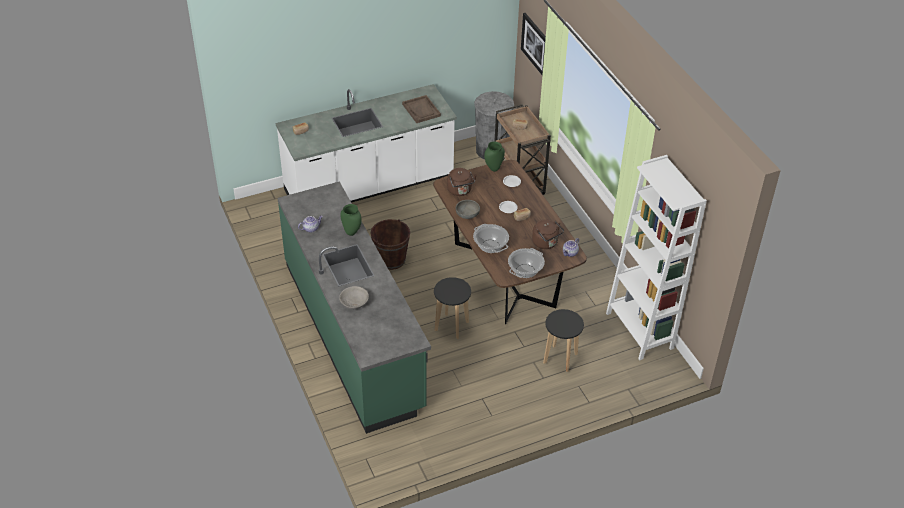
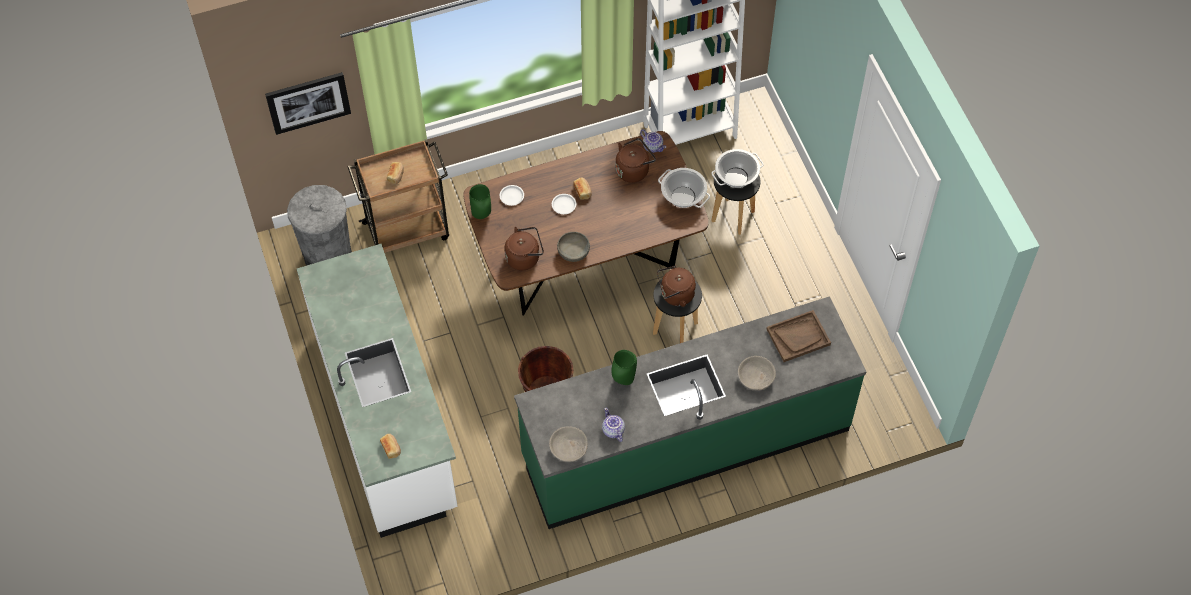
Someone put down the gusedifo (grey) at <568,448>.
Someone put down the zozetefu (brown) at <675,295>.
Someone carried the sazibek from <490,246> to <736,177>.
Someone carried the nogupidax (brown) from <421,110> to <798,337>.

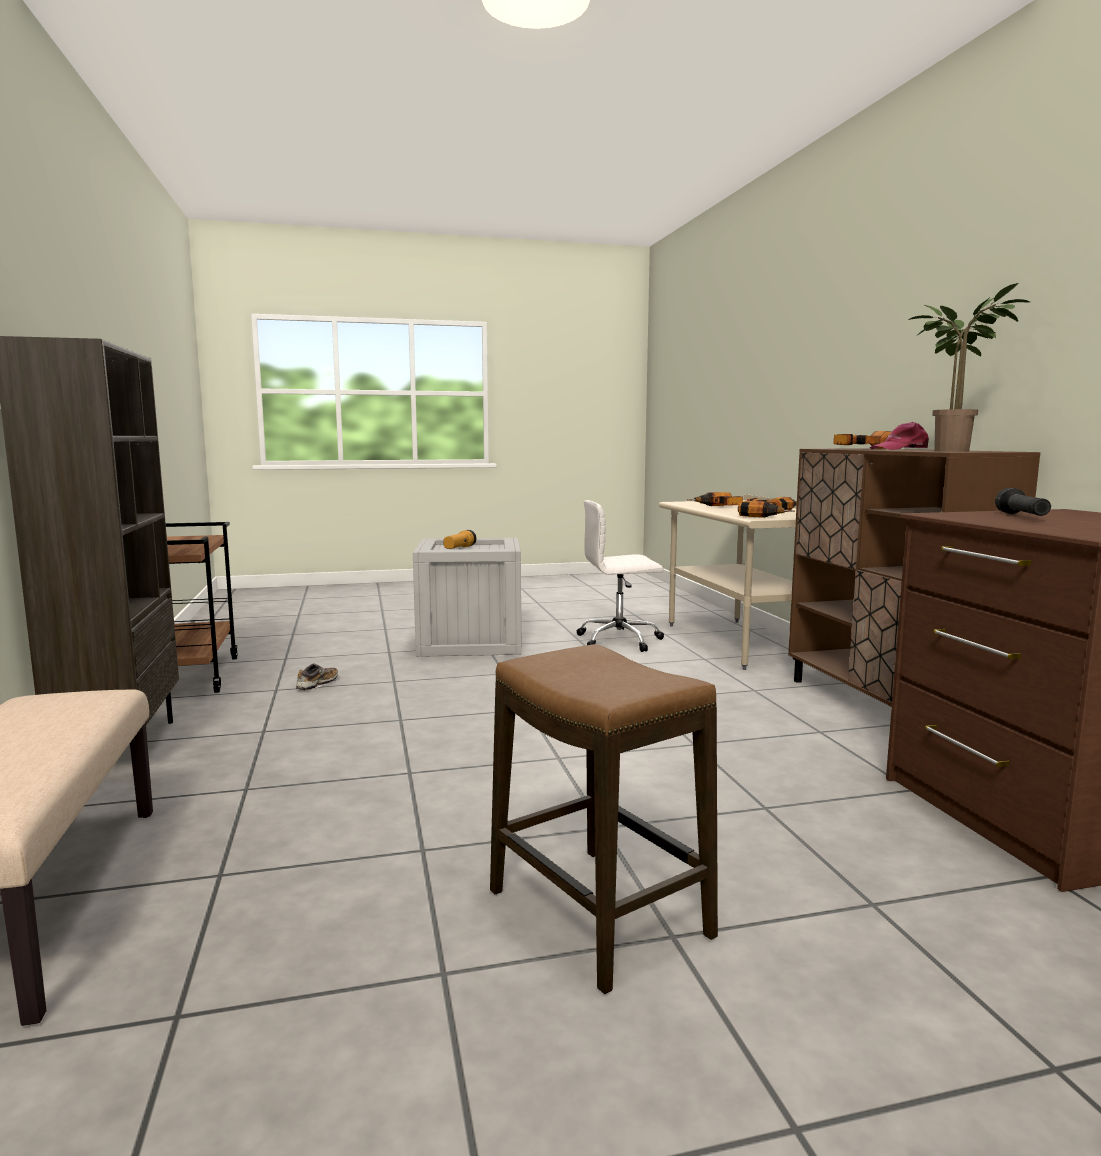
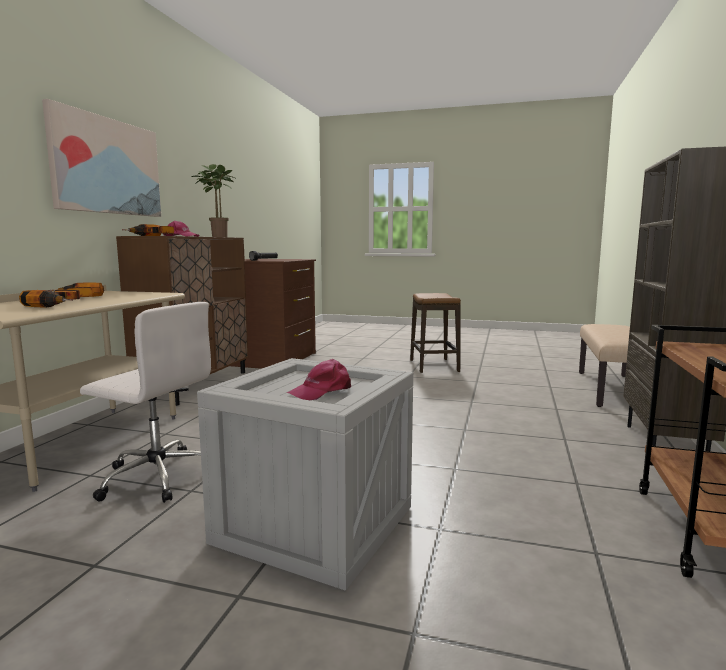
Someone put up the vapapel at <107,166>.
Someone swapped the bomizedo at <459,548> for the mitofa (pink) at <322,391>.
Someone took away the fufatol at <317,685>.
Someone took away the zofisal at <765,515>.

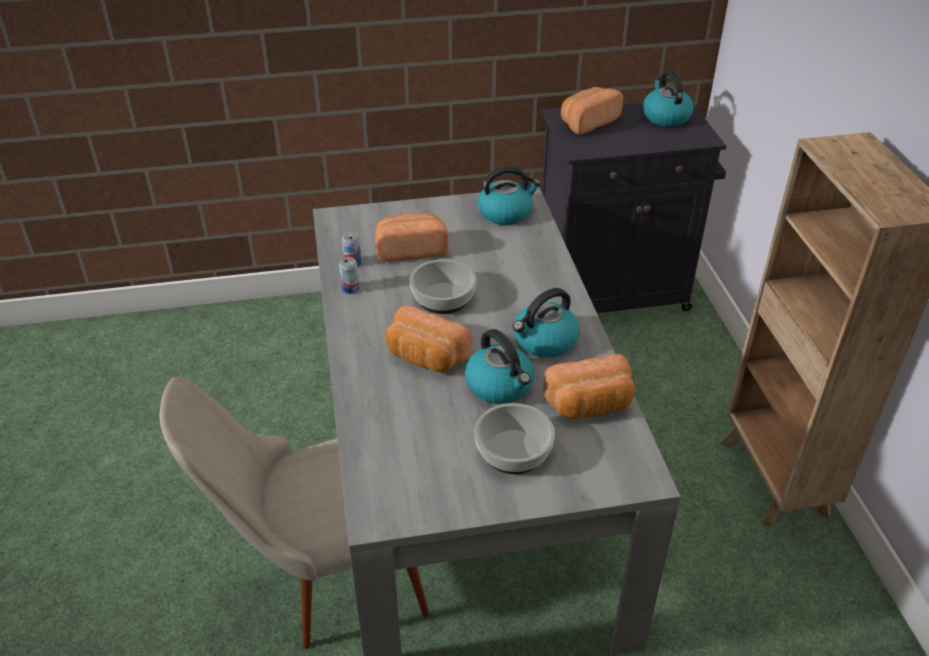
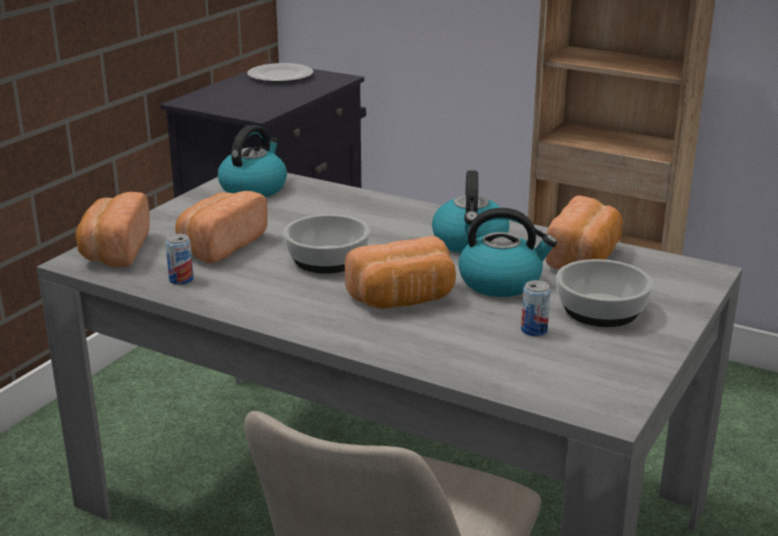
Someone carried the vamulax from <587,122> to <114,251>.
Someone swapped the zozetefu at <665,117> for the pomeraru at <280,76>.
Someone carried the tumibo from <350,289> to <534,330>.

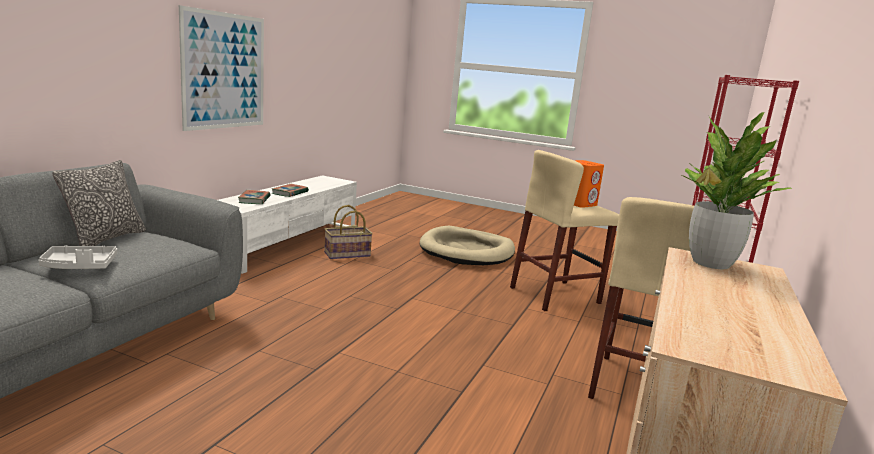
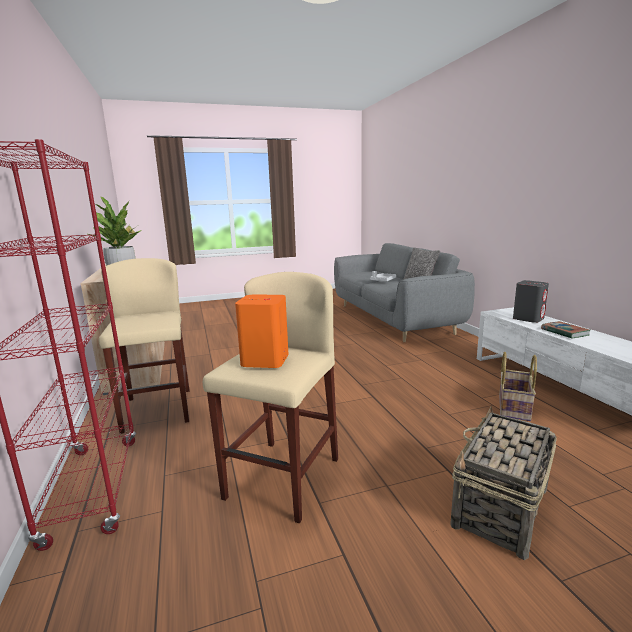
Someone swapped the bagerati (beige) at <467,251> for the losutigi at <500,508>.
Someone swapped the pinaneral at <254,200> for the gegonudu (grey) at <528,318>.
Someone took away the vapapel at <224,71>.

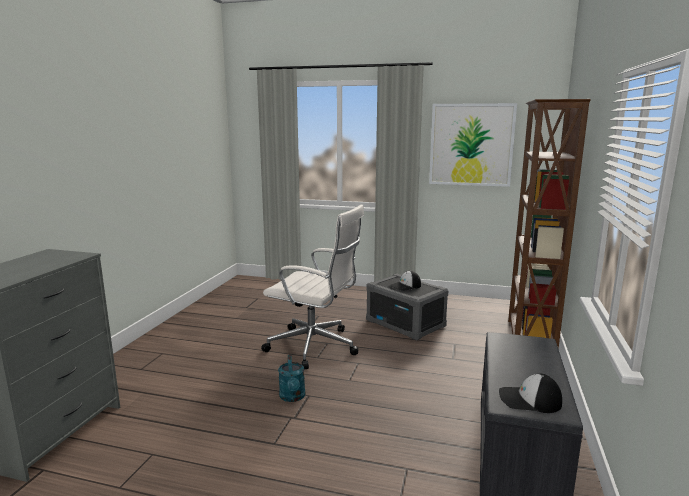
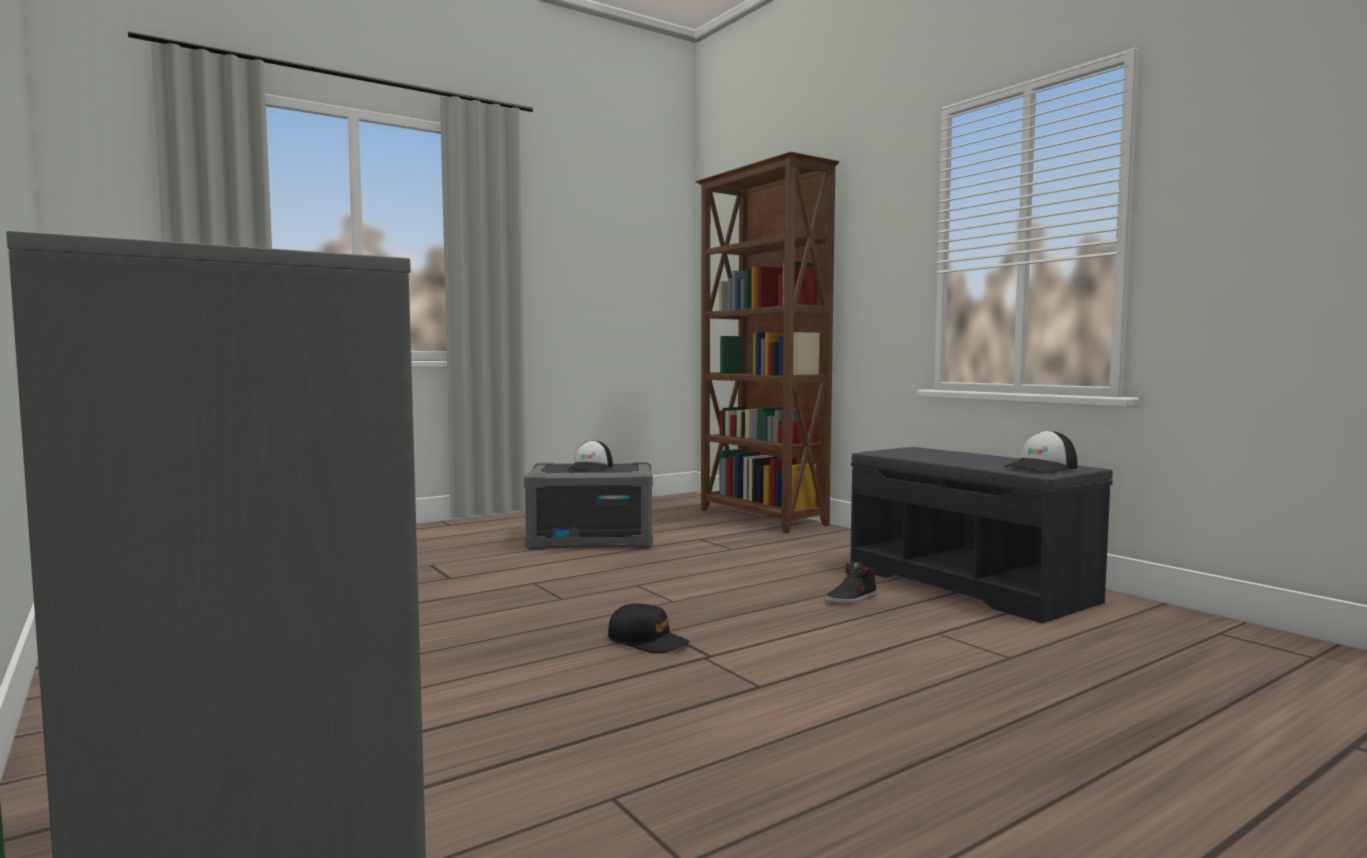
Someone swapped the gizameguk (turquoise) at <293,397> for the mitofa (black) at <647,641>.
Someone put down the fufatol (black) at <851,599>.
Someone took away the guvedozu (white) at <315,347>.
Someone took away the vapapel at <471,145>.

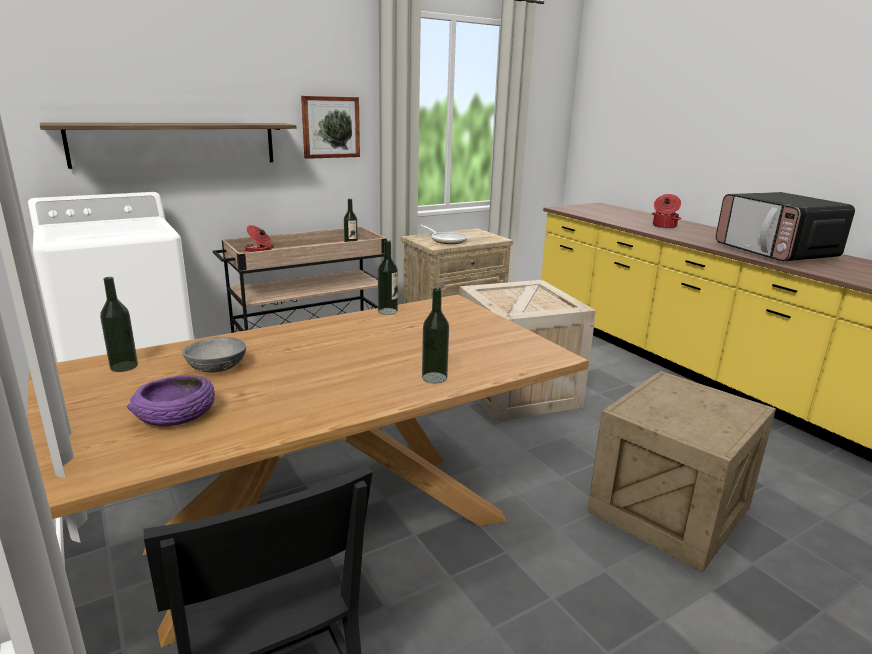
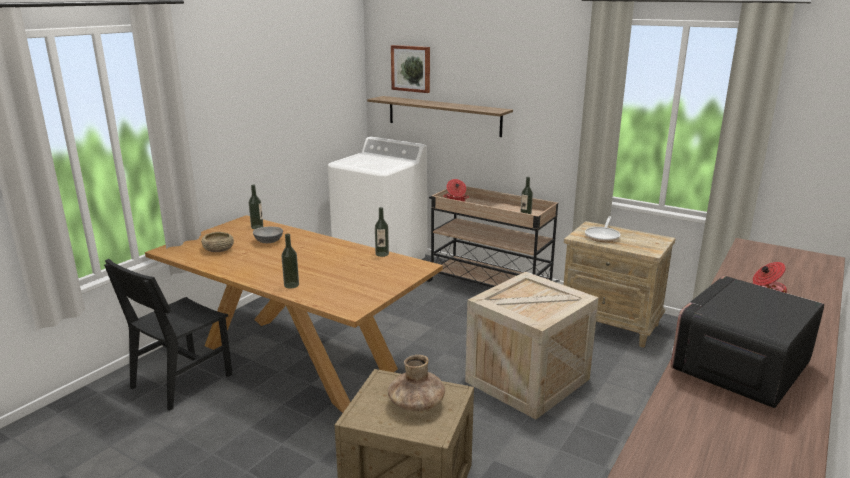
Someone repainted the gusedifo (purple) at <176,416>, which became the gusedifo (beige) at <218,249>.
Someone put down the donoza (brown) at <416,404>.
Someone carried the vapapel from <330,127> to <411,68>.

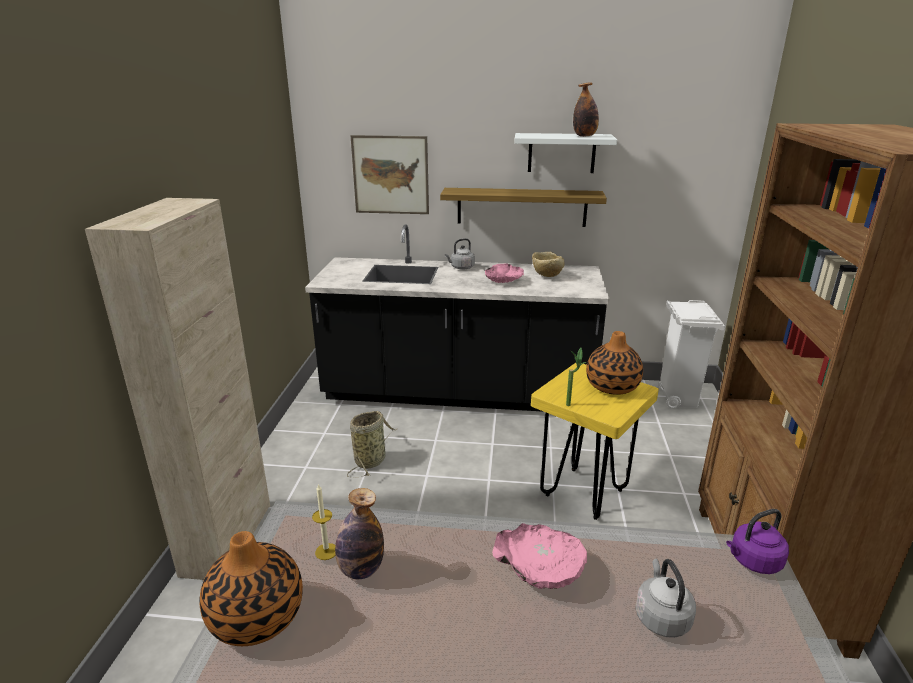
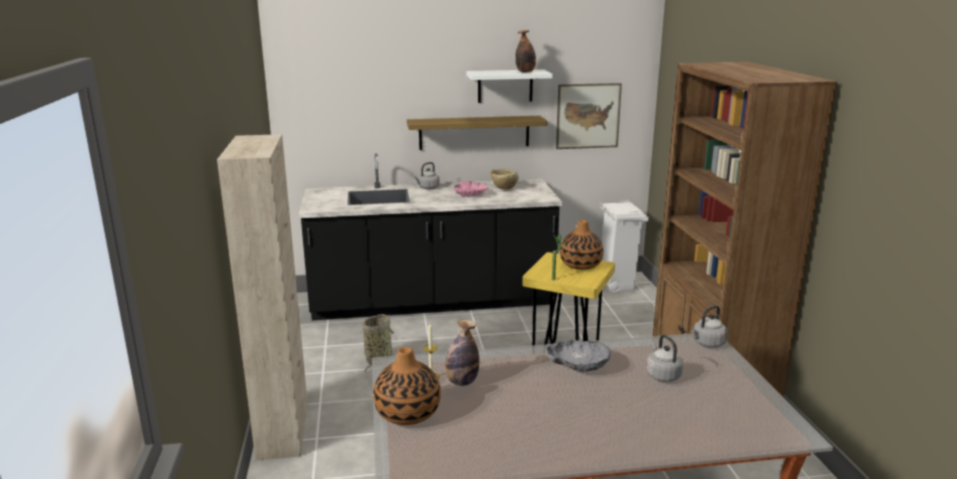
Someone repainted the gusedifo (pink) at <540,567>, which became the gusedifo (grey) at <579,364>.
Someone carried the vapapel from <390,175> to <588,116>.
Someone repainted the zozetefu (purple) at <753,561>, which became the zozetefu (grey) at <707,343>.

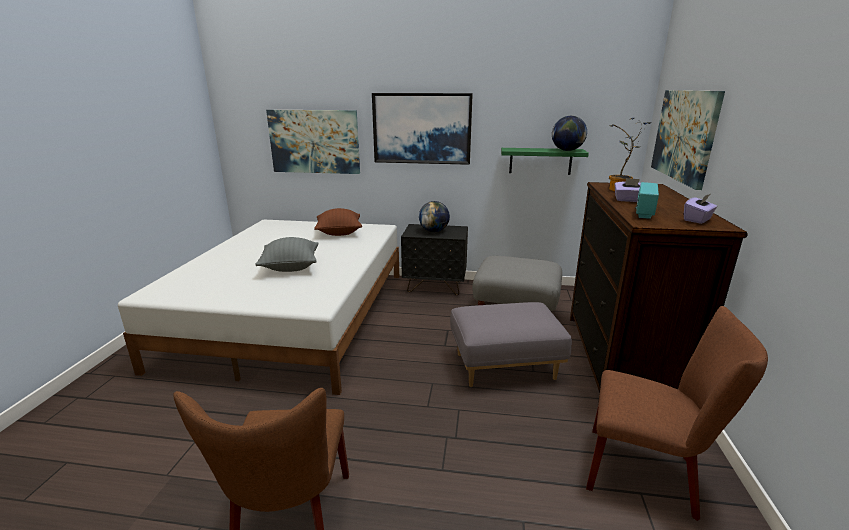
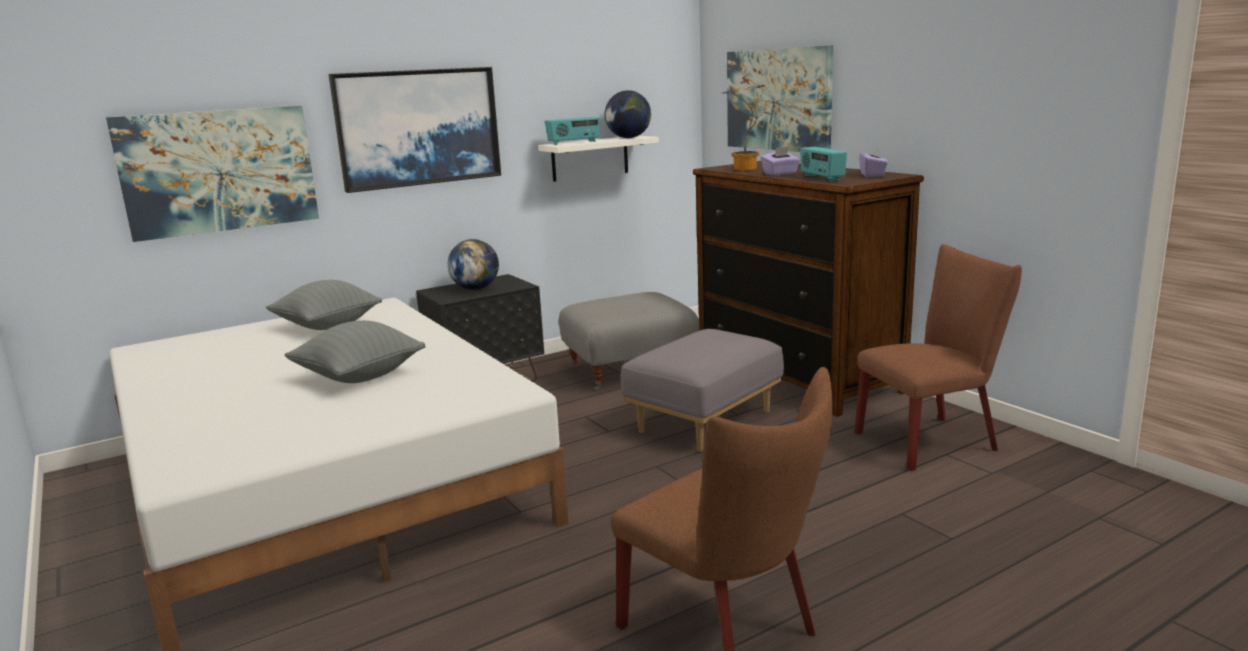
Someone repainted the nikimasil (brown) at <339,233>, which became the nikimasil (grey) at <327,326>.
Someone repainted the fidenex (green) at <540,161>, which became the fidenex (white) at <590,158>.
Someone put down the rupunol at <574,143>.

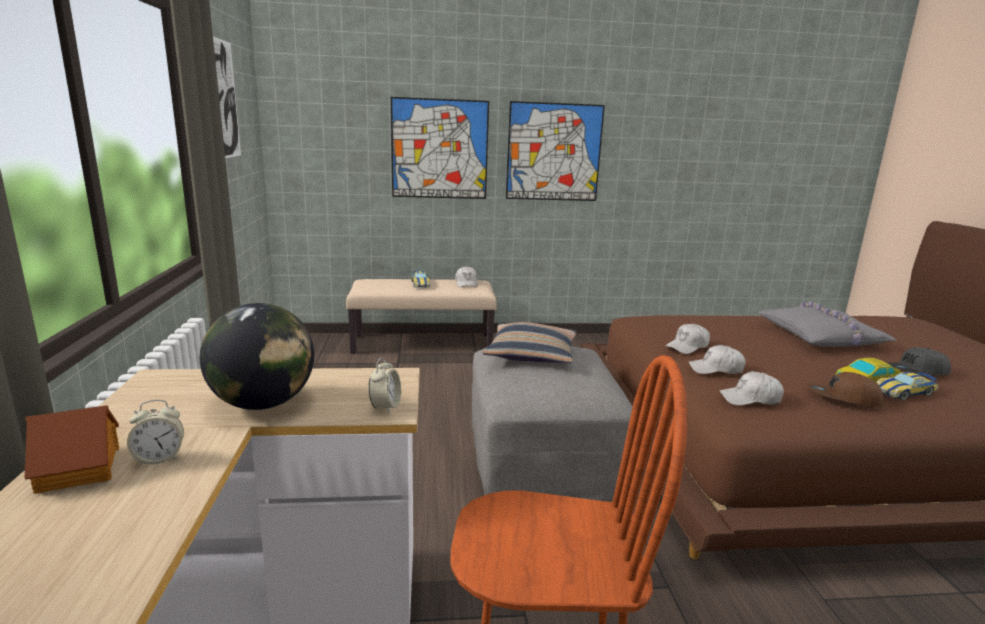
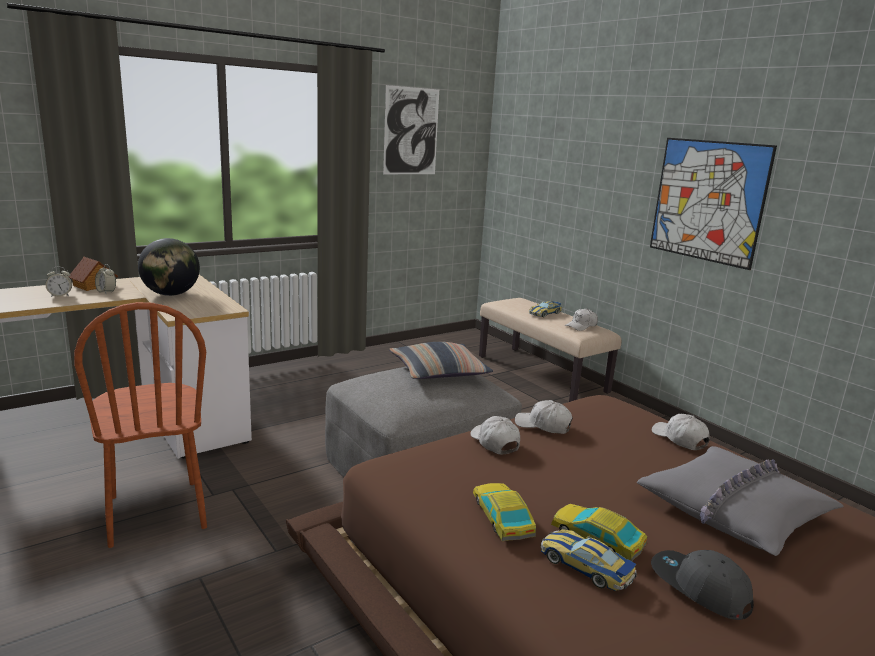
Someone carried the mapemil from <385,407> to <60,295>.
Someone swapped the mitofa (brown) at <843,399> for the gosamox at <502,517>.
Someone carried the mitofa (white) from <750,399> to <679,439>.
Someone took away the vapapel at <439,149>.

